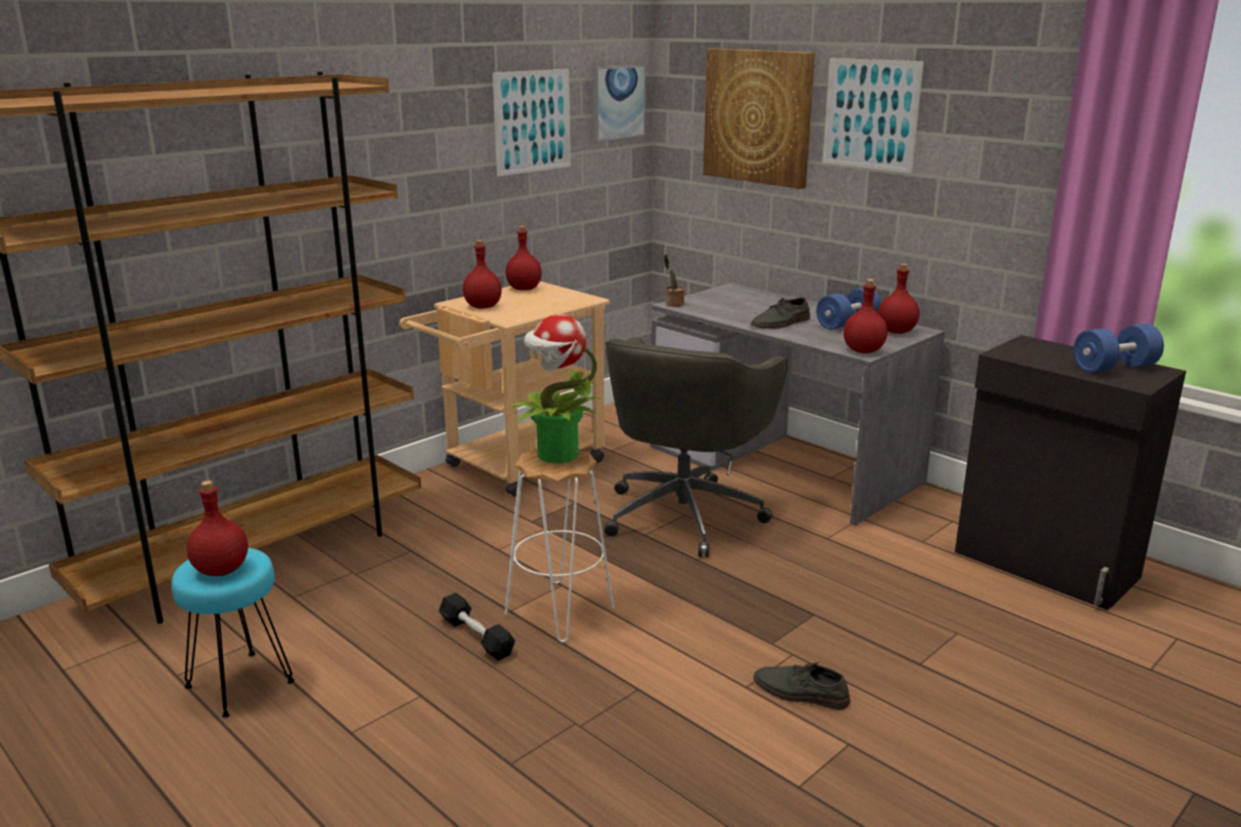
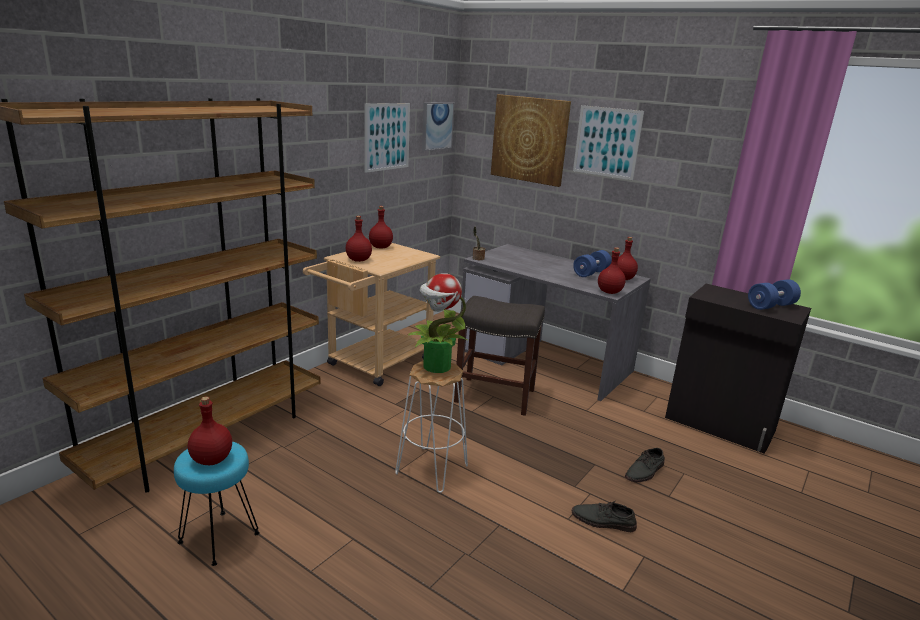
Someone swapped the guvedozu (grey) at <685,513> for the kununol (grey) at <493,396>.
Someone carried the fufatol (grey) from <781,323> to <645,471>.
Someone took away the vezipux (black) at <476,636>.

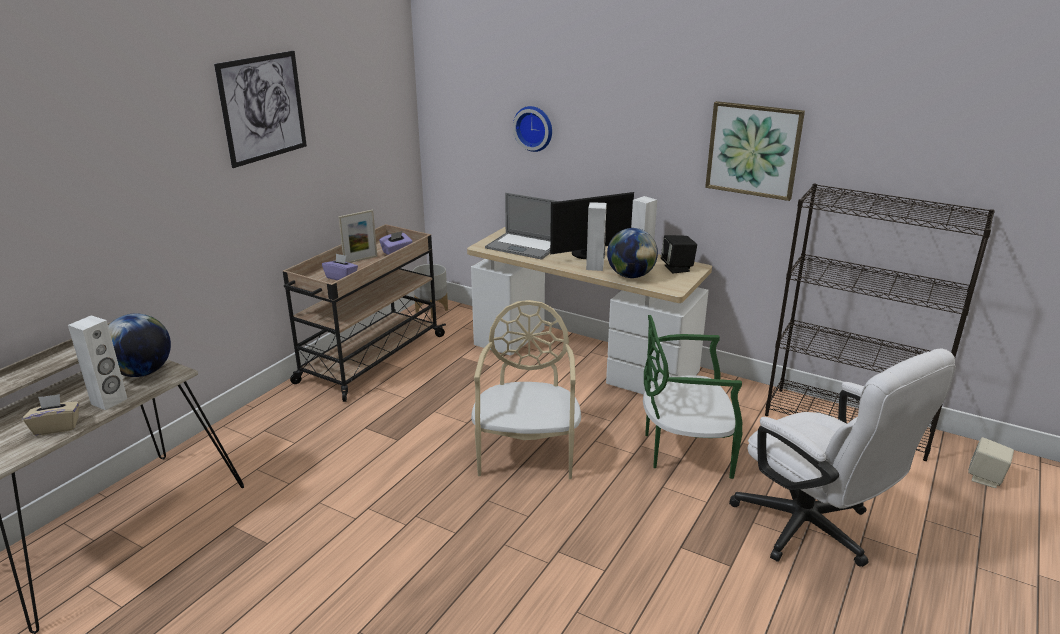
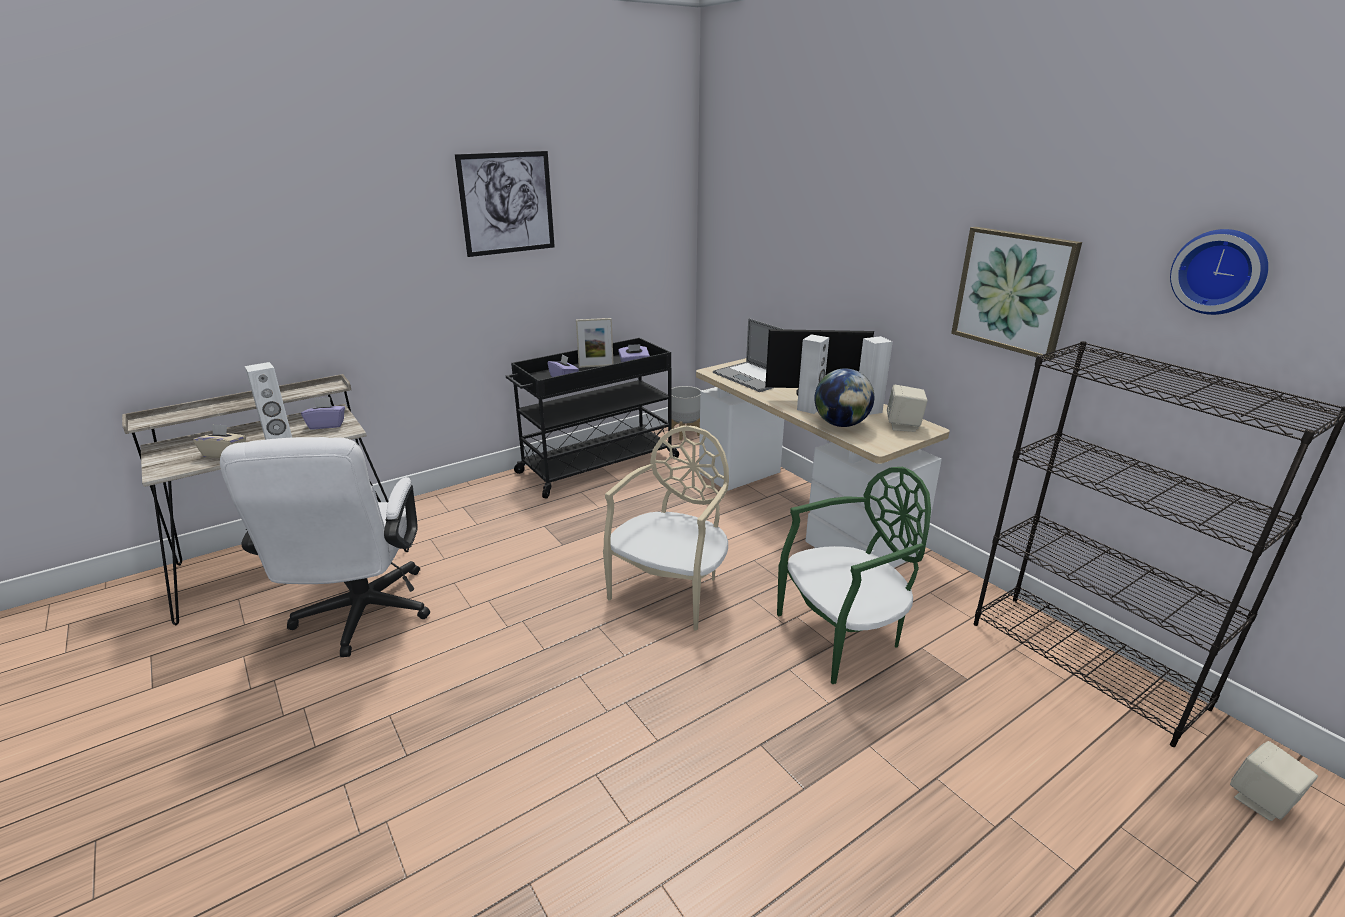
Someone carried the guvedozu (white) from <814,532> to <360,619>.
Someone swapped the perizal at <142,372> for the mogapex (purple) at <327,425>.
Someone repainted the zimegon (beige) at <370,359>, which became the zimegon (black) at <596,466>.
Someone rotated the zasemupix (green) at <684,450> by 135 degrees clockwise.
Someone repainted the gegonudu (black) at <677,268>, which became the gegonudu (beige) at <903,426>.
Someone carried the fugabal from <534,128> to <1220,271>.

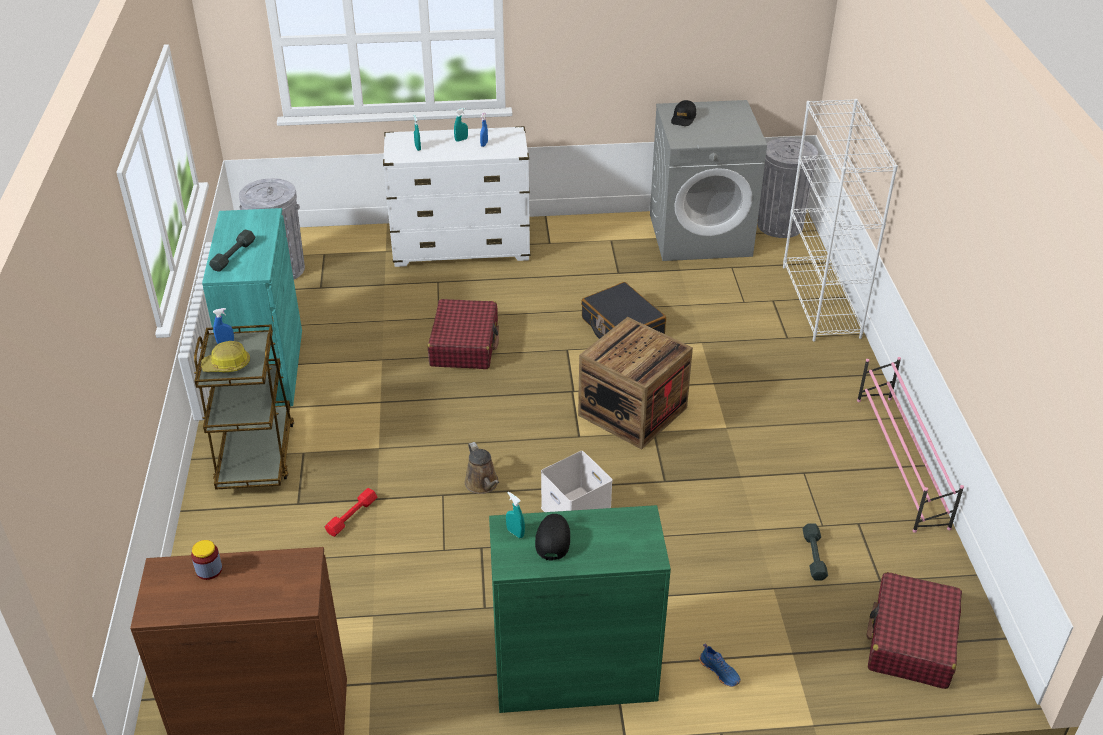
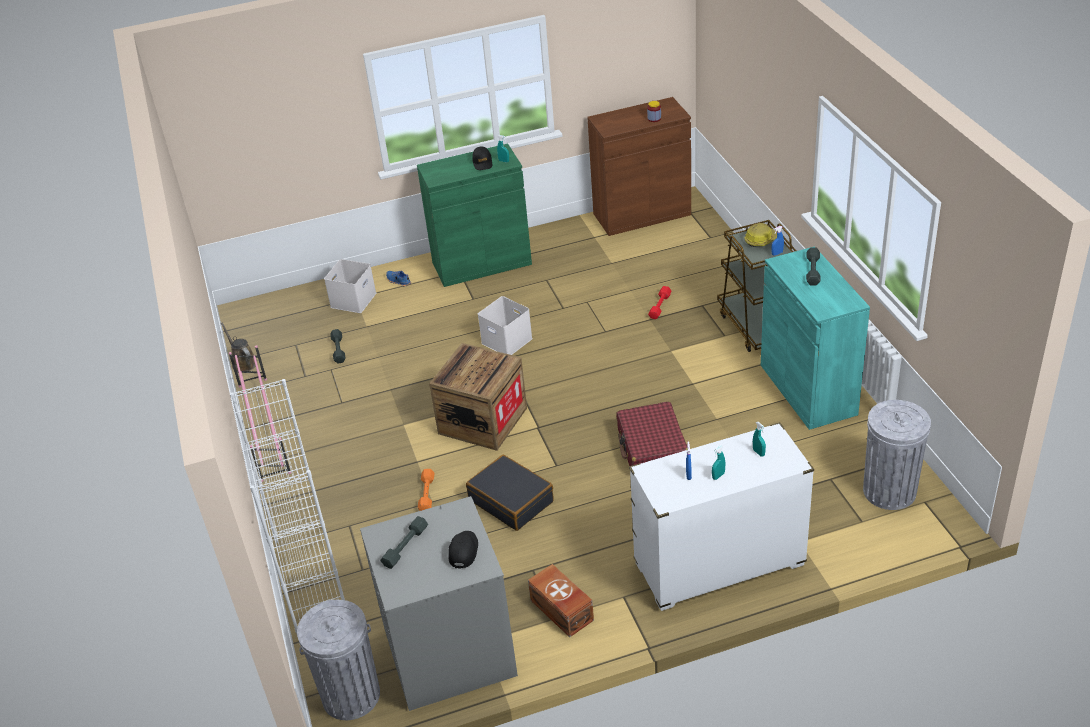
Someone carried the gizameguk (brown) from <483,484> to <243,362>.
Someone put down the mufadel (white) at <353,299>.
Someone put down the vezipux (grey) at <405,546>.
Someone put down the vezipux (orange) at <426,494>.
Someone put down the mufadel (brown) at <561,611>.
Someone took away the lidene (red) at <911,641>.

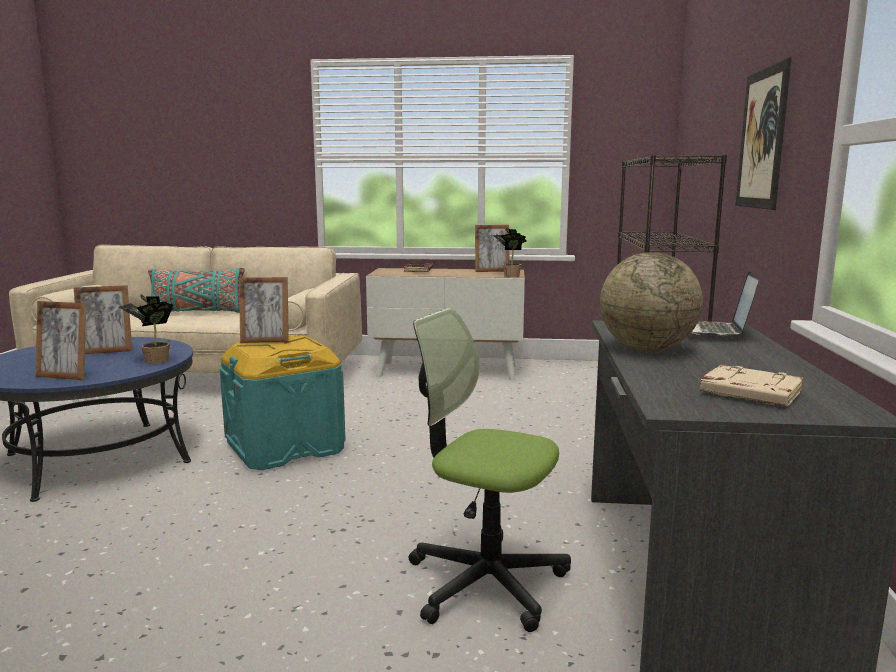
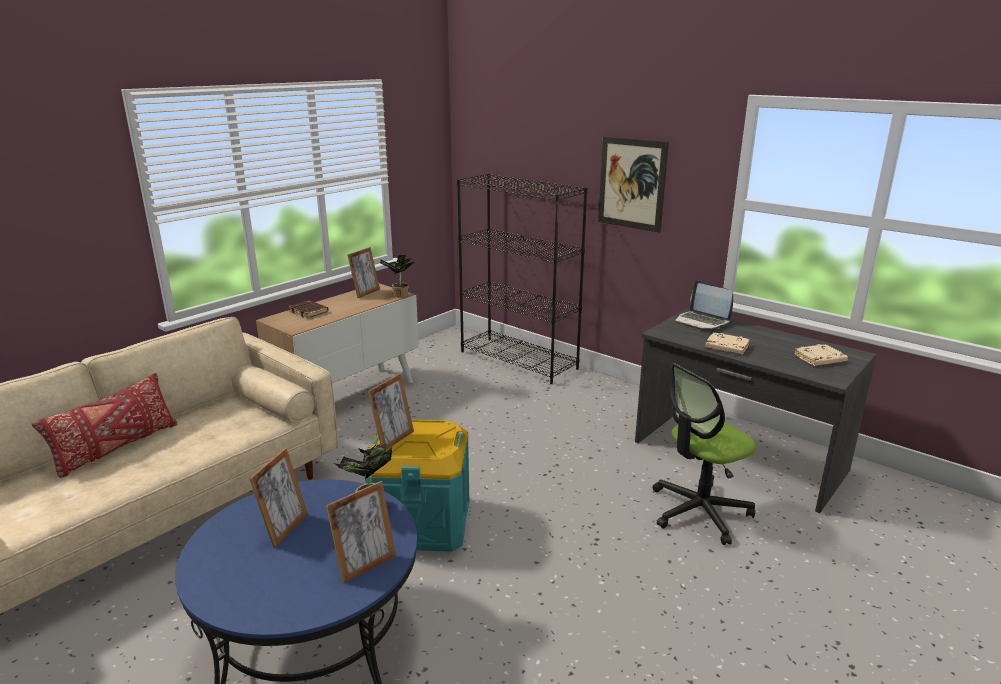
Someone repainted the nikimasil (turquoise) at <197,312>, which became the nikimasil (red) at <116,448>.
Someone swapped the perizal at <646,349> for the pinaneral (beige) at <726,347>.

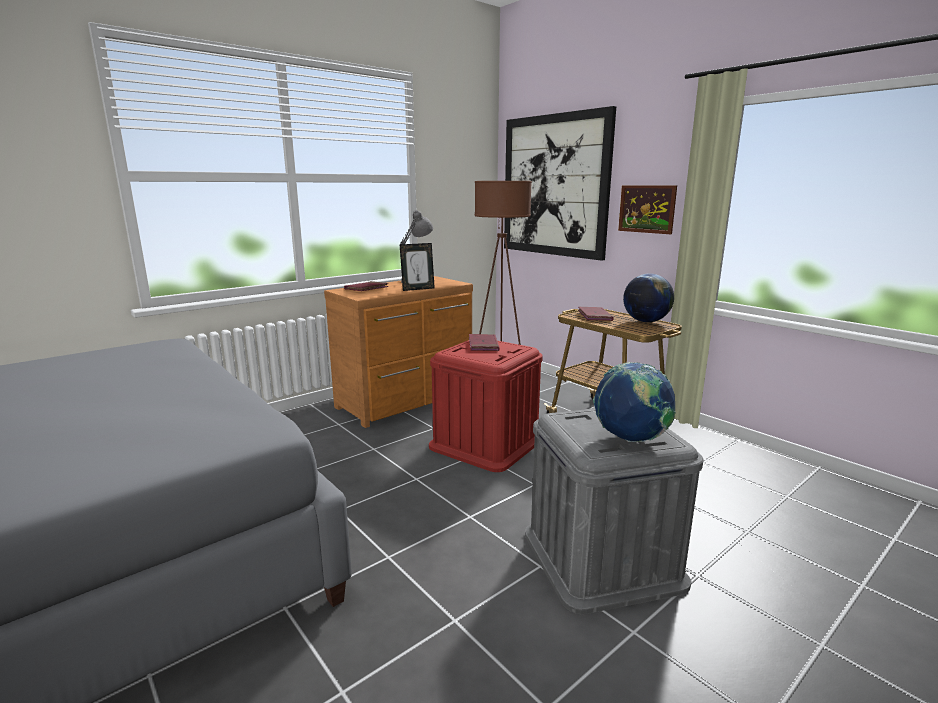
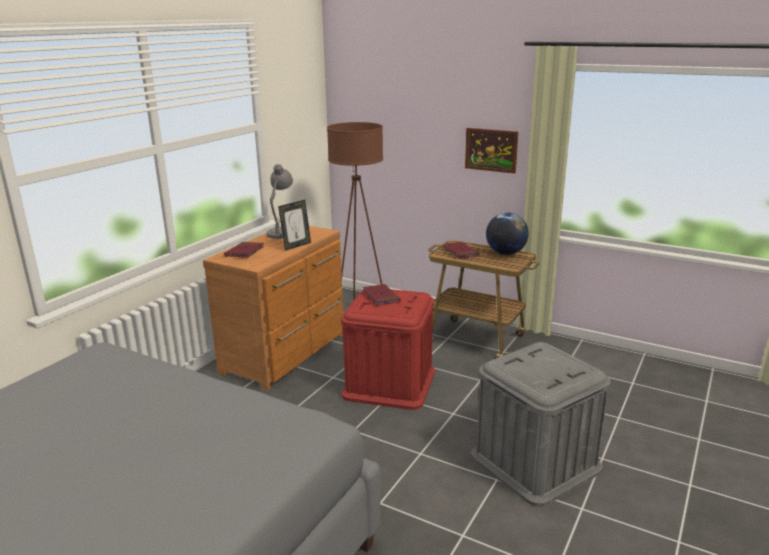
Someone took away the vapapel at <554,186>.
Someone took away the perizal at <631,439>.

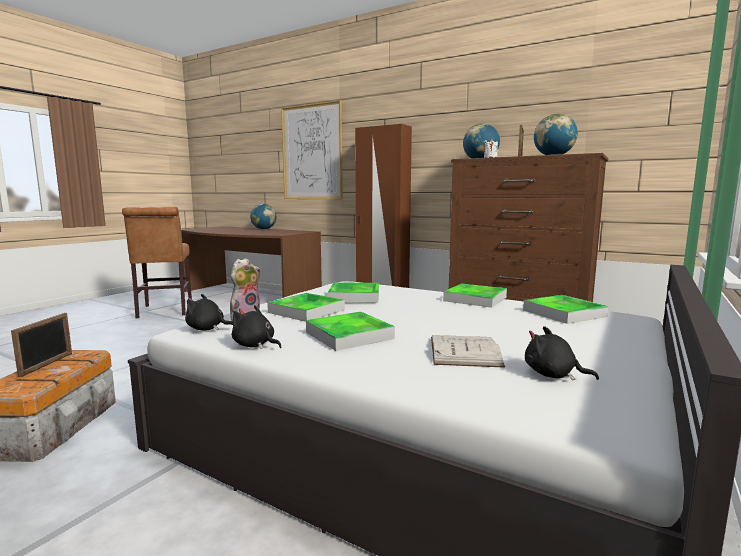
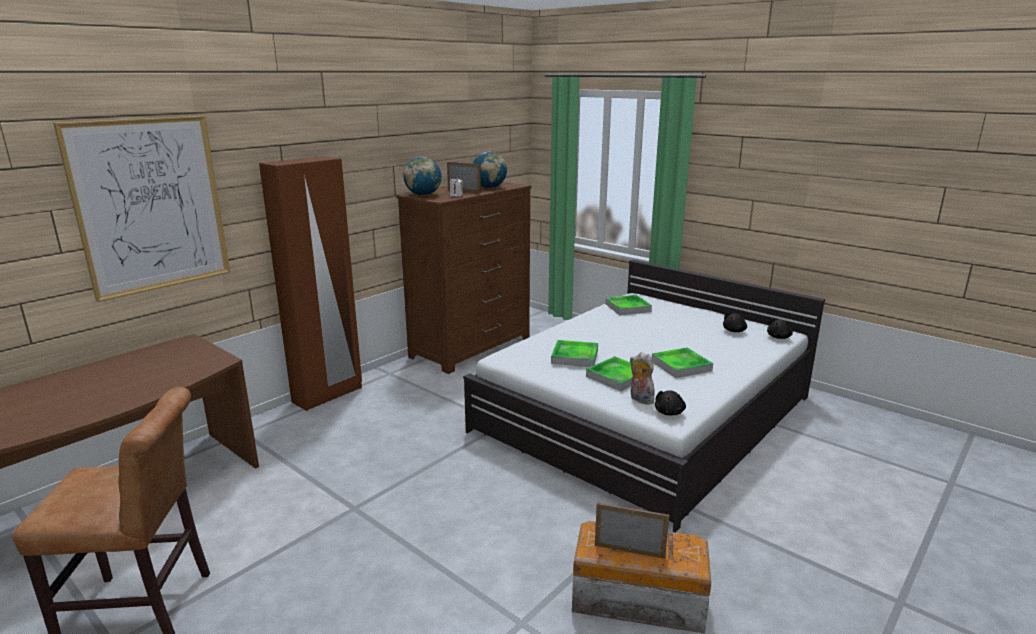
Someone carried the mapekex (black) from <255,345> to <779,337>.
Someone took away the perizal at <264,229>.
Someone took away the pinaneral (white) at <464,351>.
Someone took away the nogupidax at <475,299>.

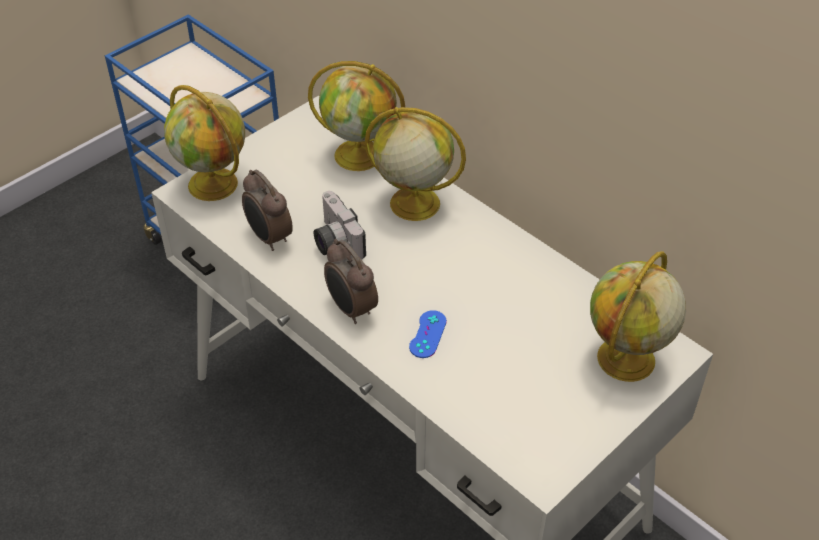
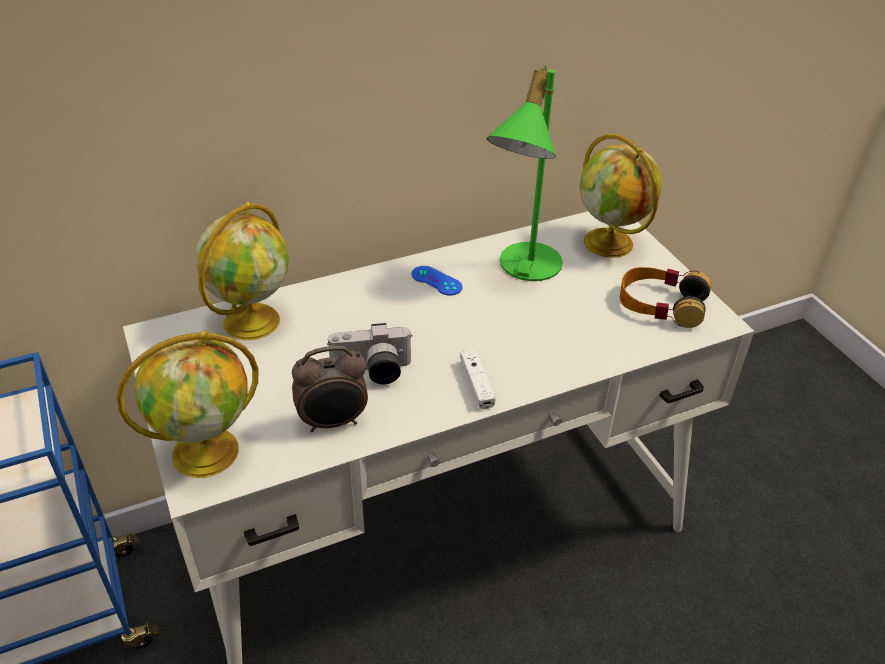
Someone carried the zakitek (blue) from <428,334> to <436,281>.
Someone swapped the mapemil at <351,309> for the zakitek (white) at <476,384>.
Someone put down the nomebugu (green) at <522,267>.
Someone put down the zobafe at <661,304>.
Someone took away the perizal at <413,203>.

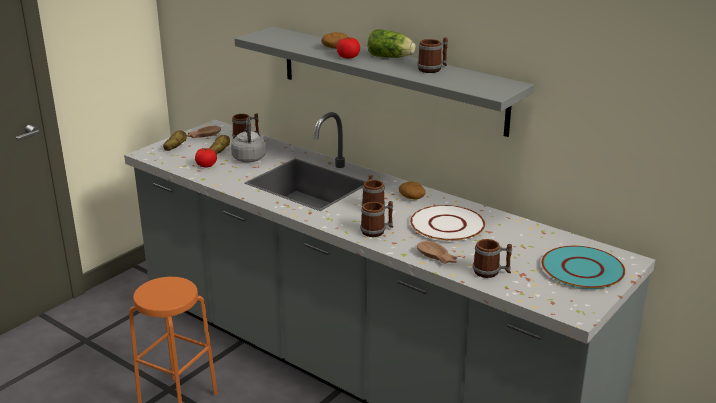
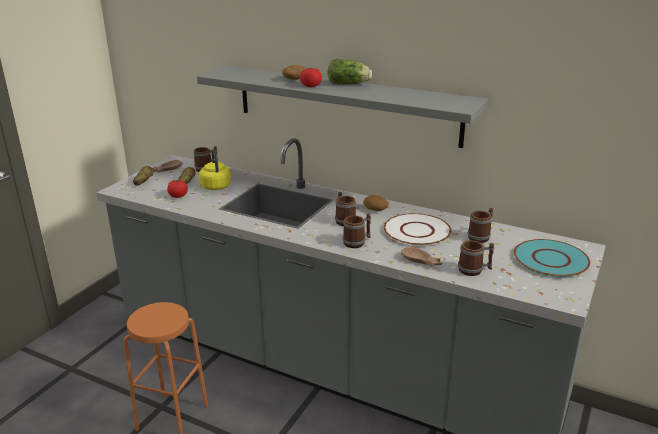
Someone repainted the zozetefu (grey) at <249,157>, which became the zozetefu (yellow) at <215,186>.
Someone carried the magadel from <433,69> to <481,236>.

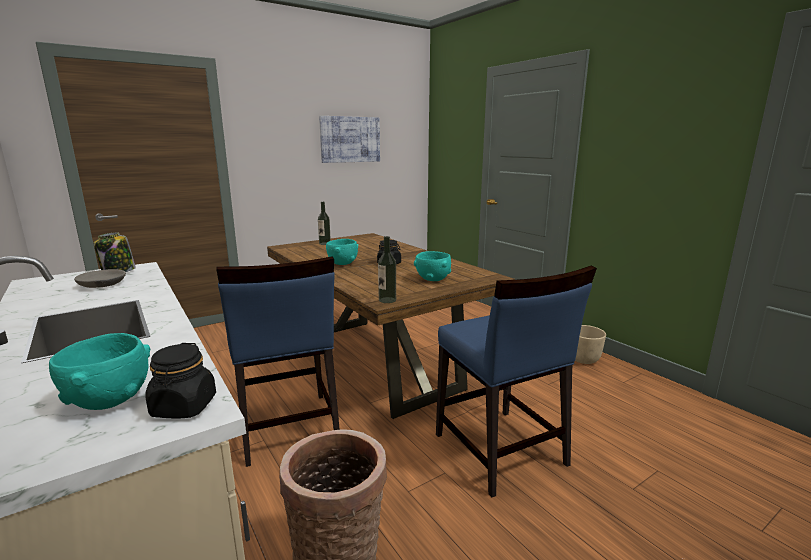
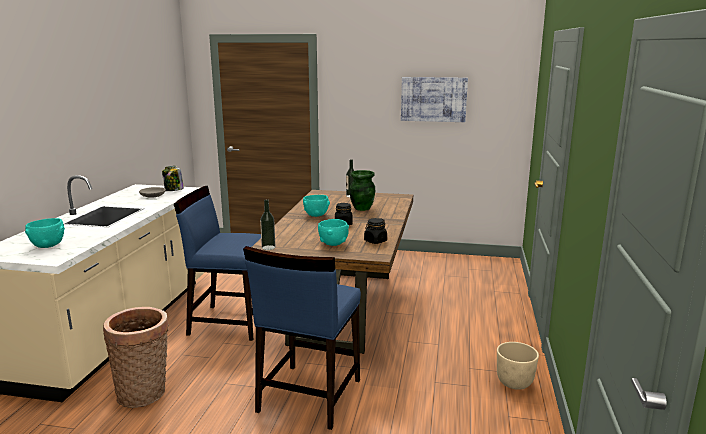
Someone rotated the zasemupix (blue) at <287,428> by 75 degrees clockwise.
Someone put down the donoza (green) at <362,208>.
Someone carried the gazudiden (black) from <184,407> to <375,241>.

